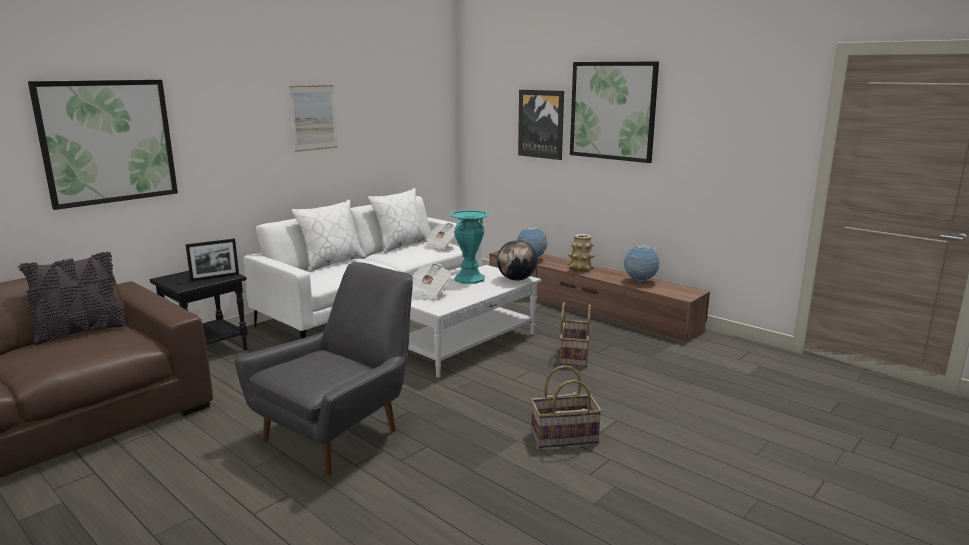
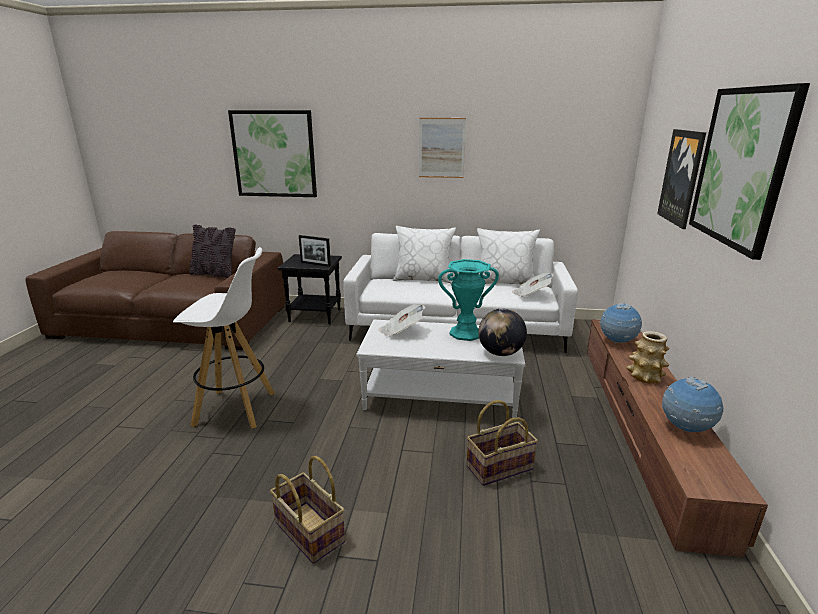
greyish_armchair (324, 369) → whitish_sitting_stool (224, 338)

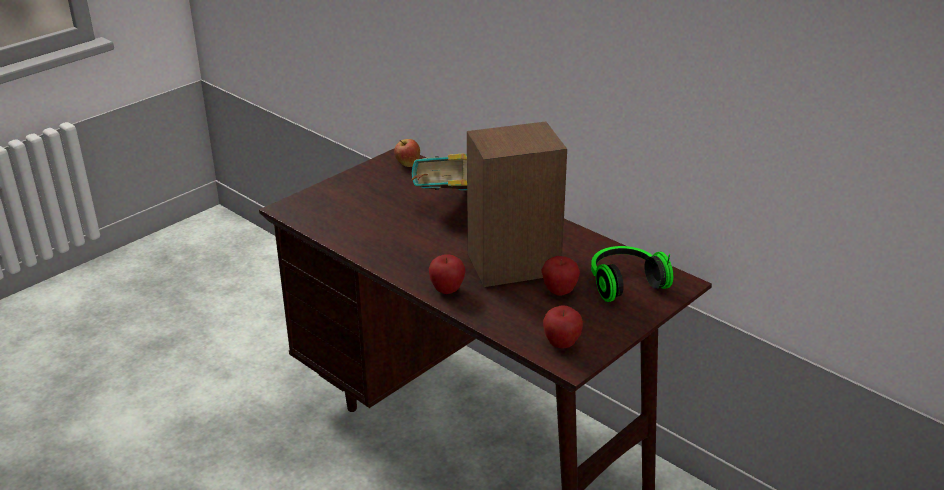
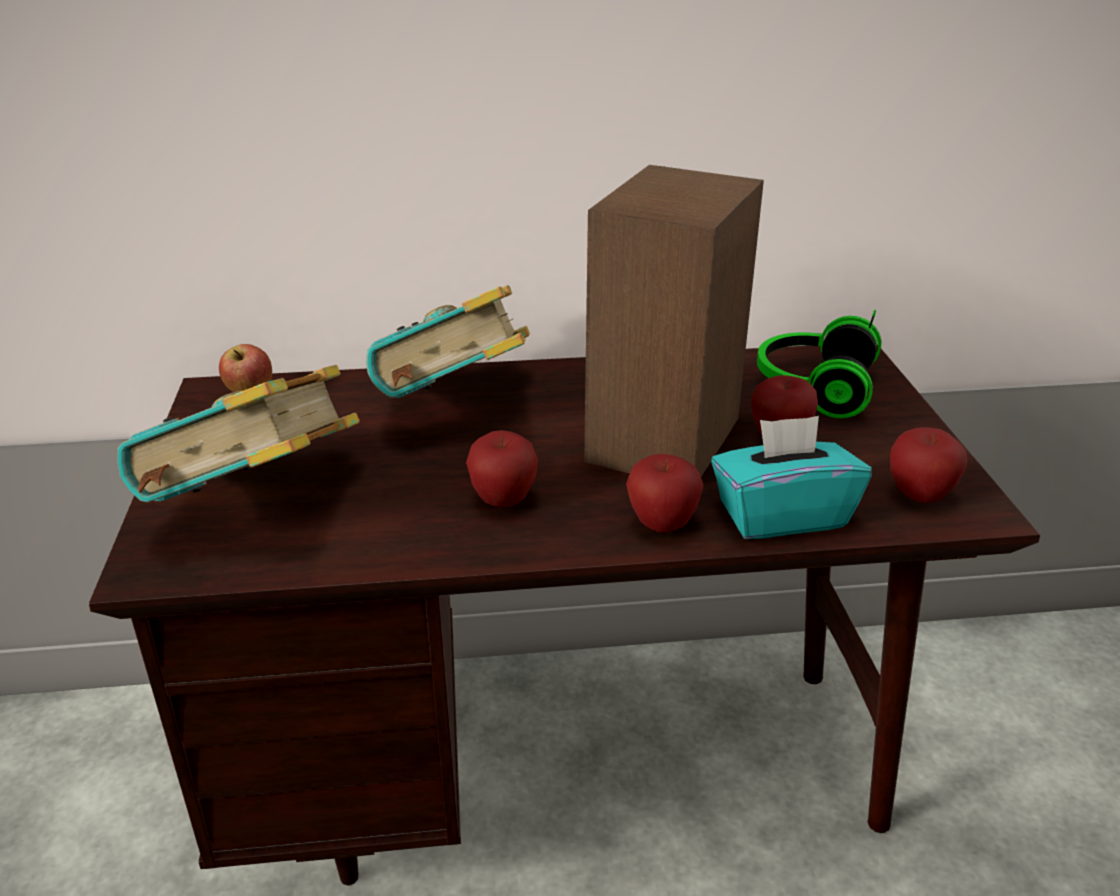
- → volume (238, 433)
- → apple_fruit (502, 468)
- → turquoise-coloured_tissue_box (791, 477)

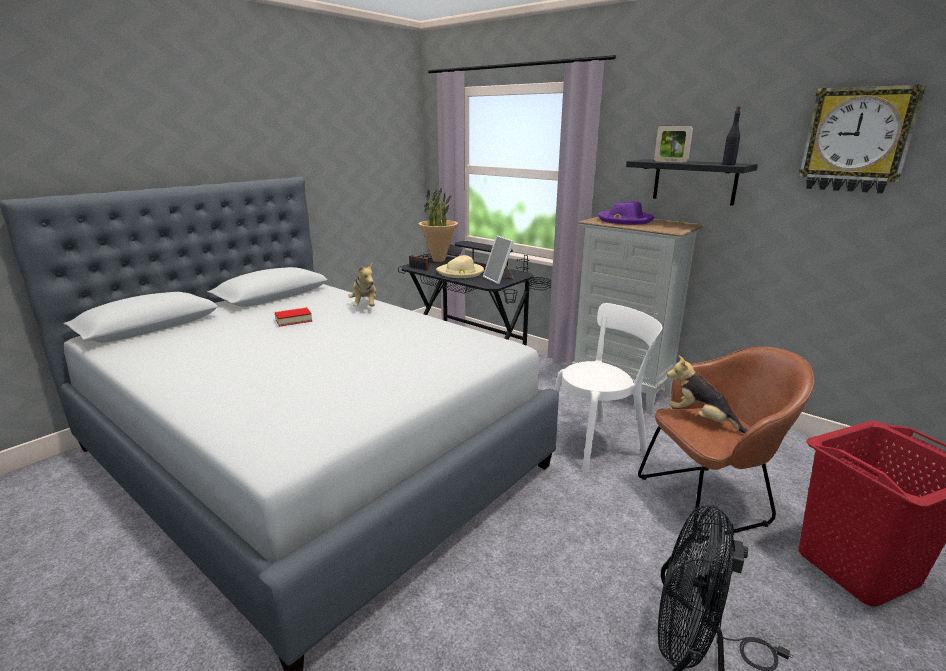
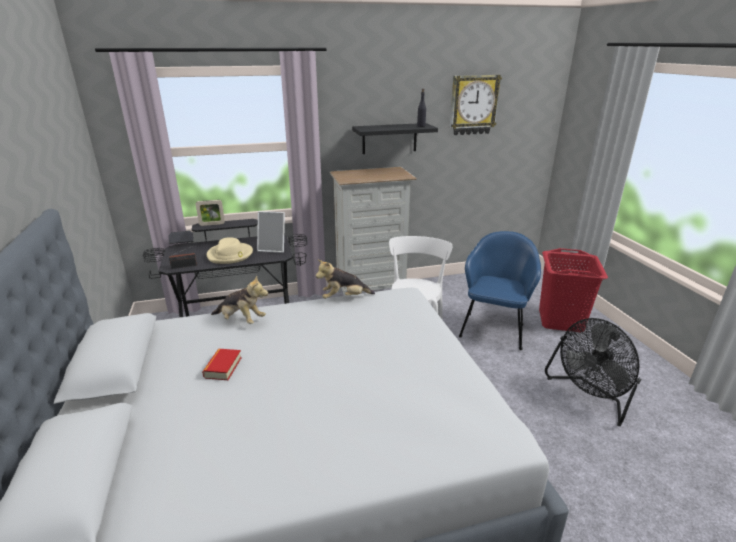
standing_frame (673, 144) → standing_frame (210, 213), shifted
soft_toy (707, 394) → soft_toy (345, 279), shifted
brown_armchair (726, 445) → blue_armchair (500, 290)
plant_in_a_pot (438, 224) → -
purplish_clothing_hat (626, 213) → -

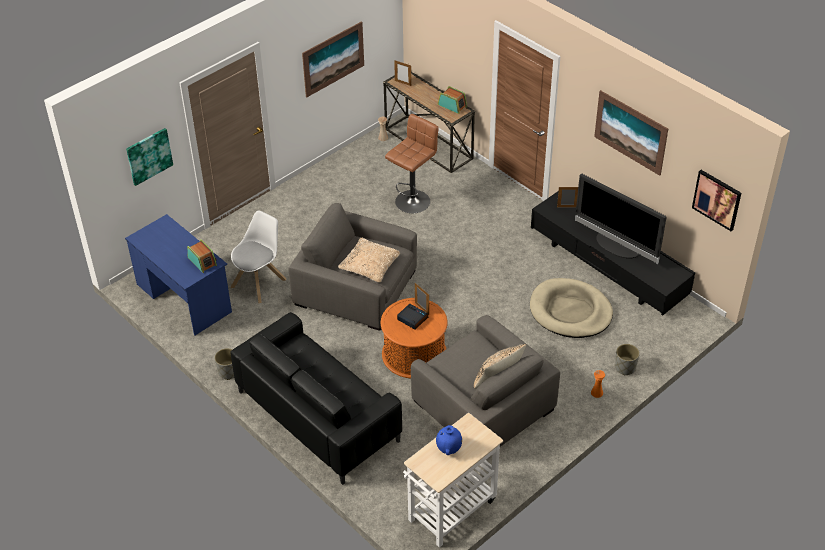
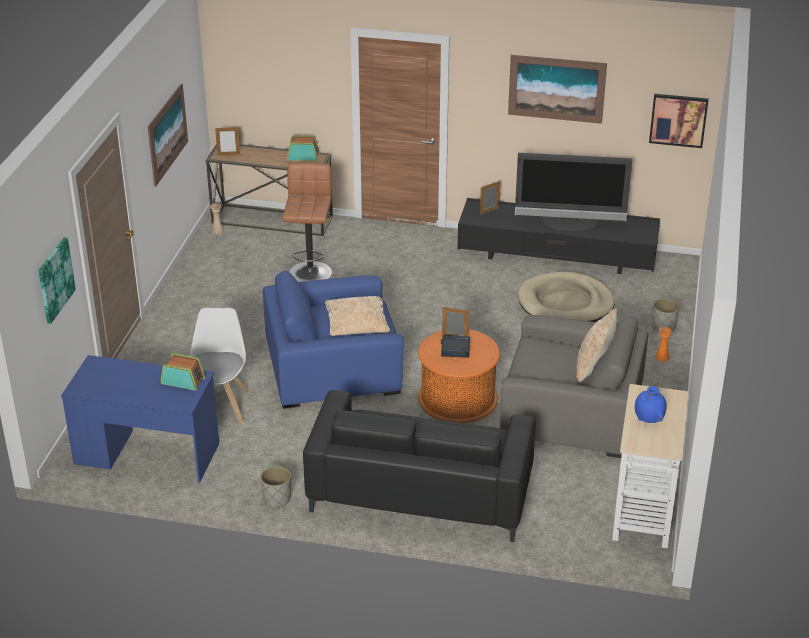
greyish_armchair (353, 267) → blue_armchair (333, 340)

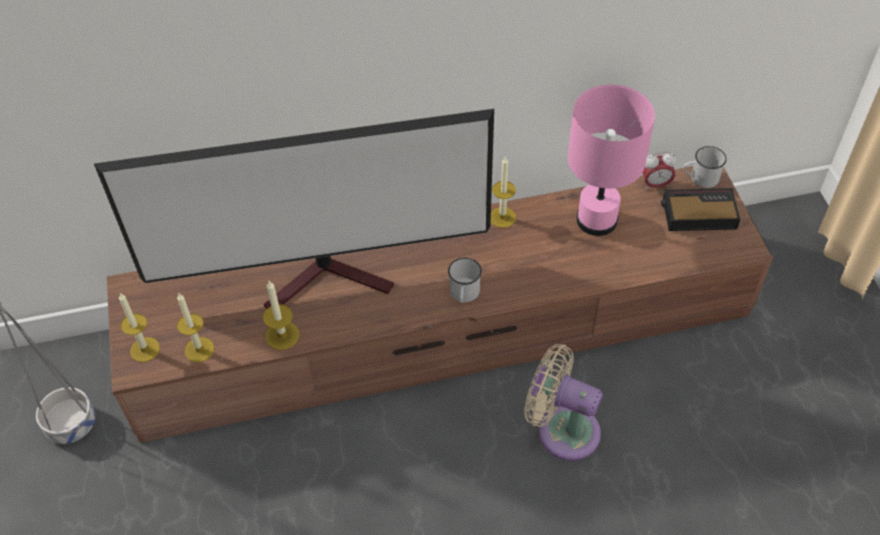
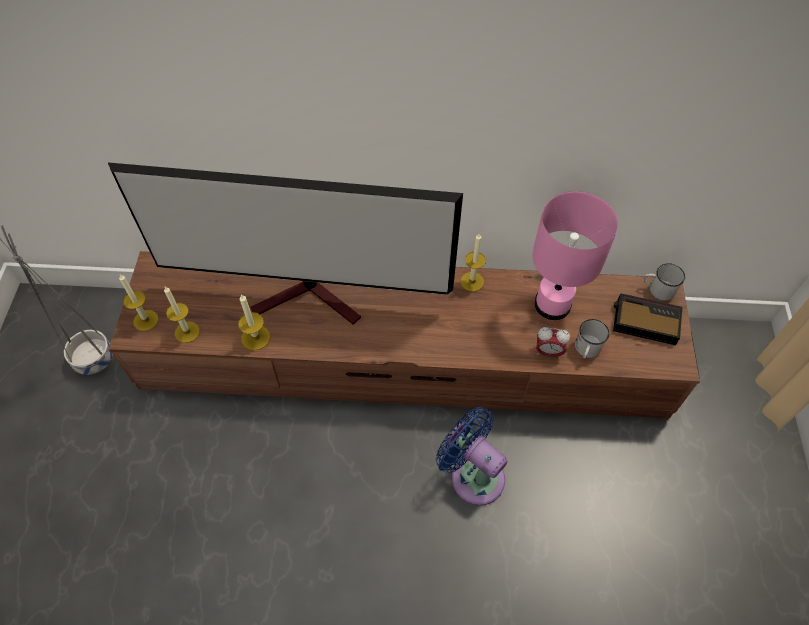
beige-coloured_electric_fan (563, 402) → blue_electric_fan (471, 456)
table_clock (660, 171) → table_clock (553, 342), shifted
whitish_coffee_mug (465, 280) → whitish_coffee_mug (592, 339), shifted

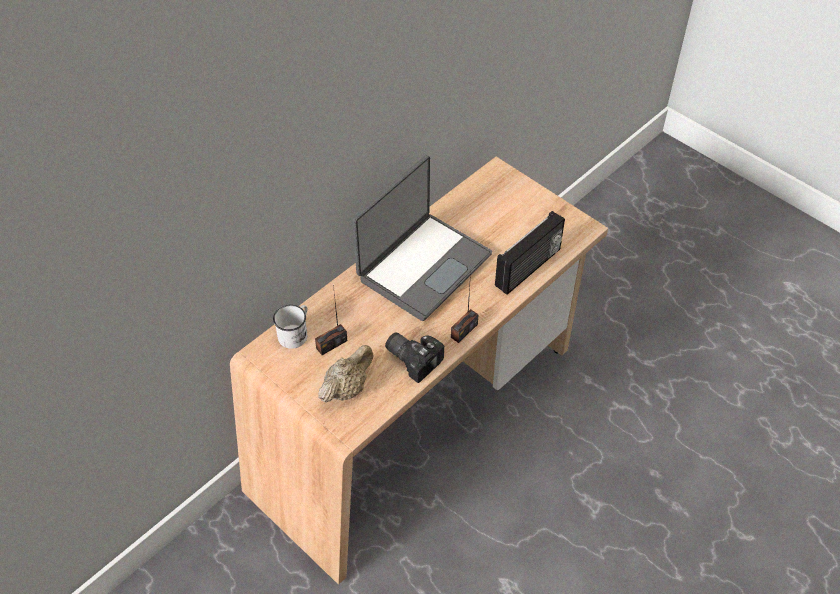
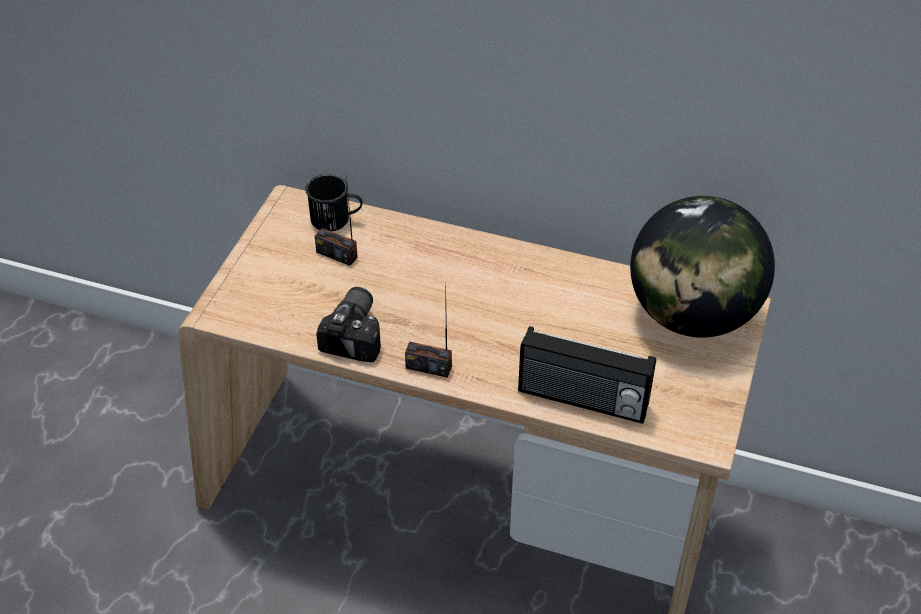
whitish_coffee_mug (290, 327) → blackish_coffee_mug (334, 202)
- → globe (702, 267)
beige-coloured_tea_pot (345, 374) → -
portable_computer (422, 238) → -

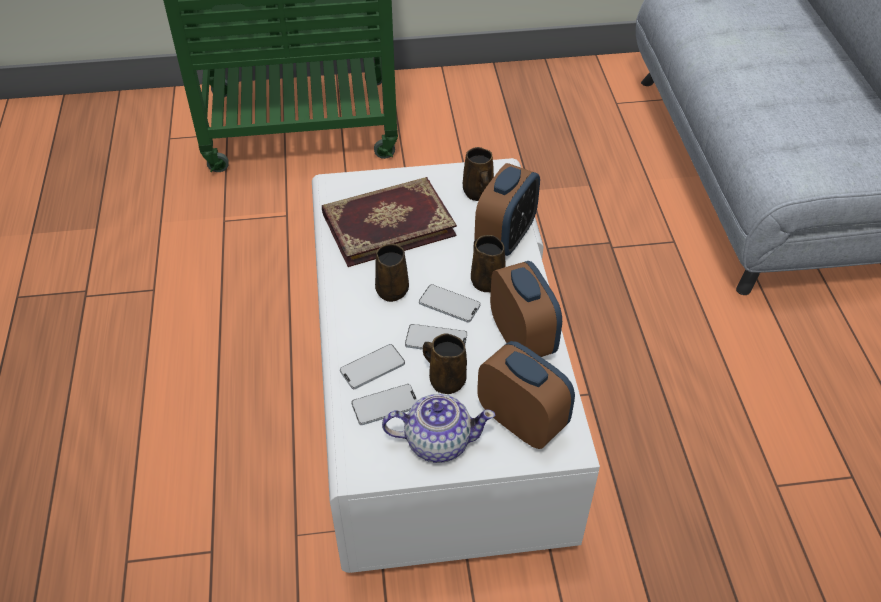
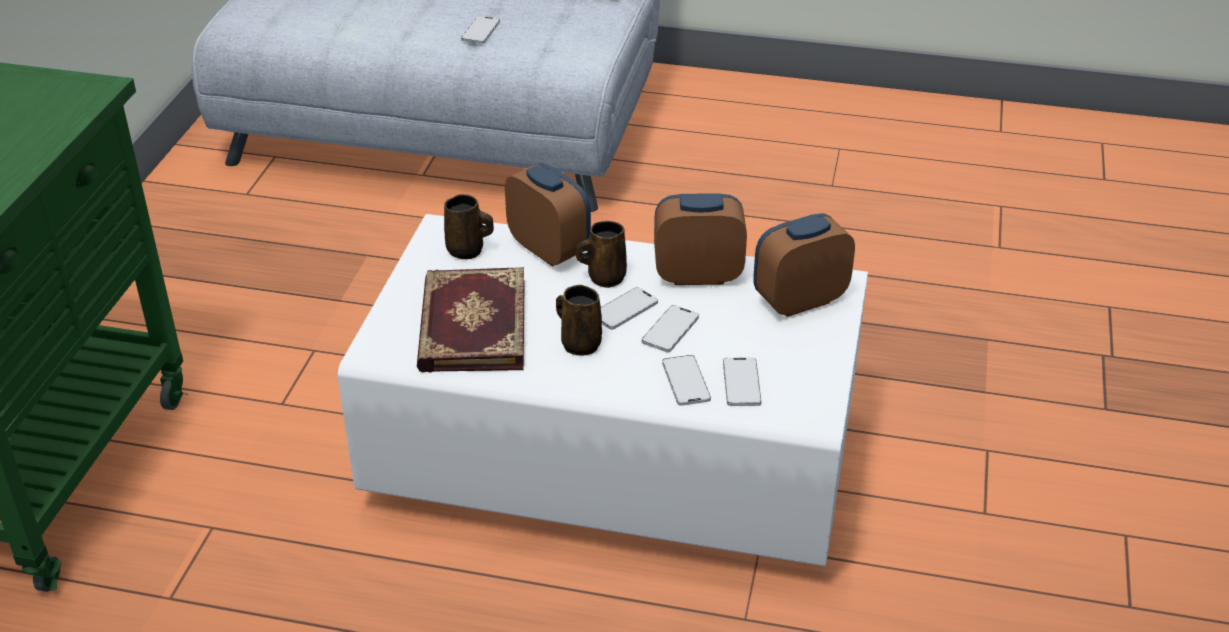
- → handset (480, 30)
tea_pot (438, 428) → -
brown_coffee_mug (445, 363) → -

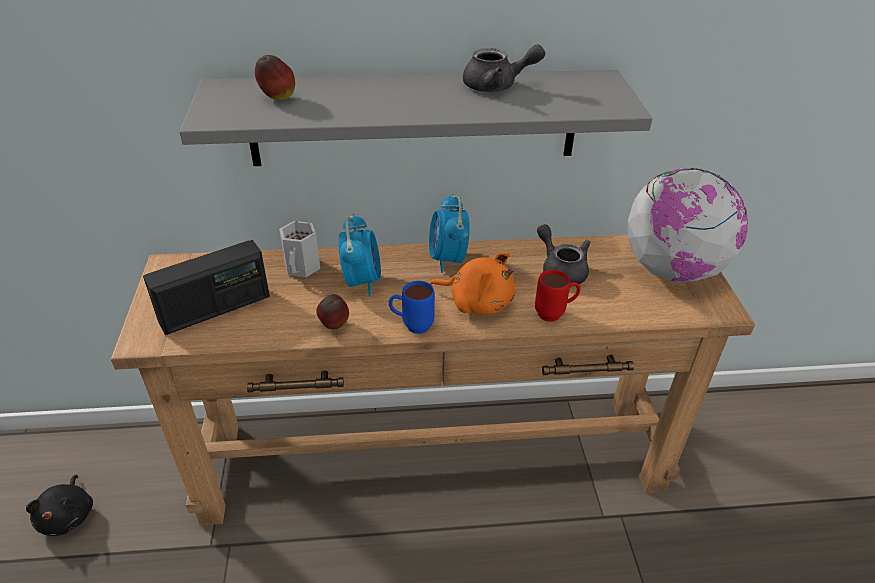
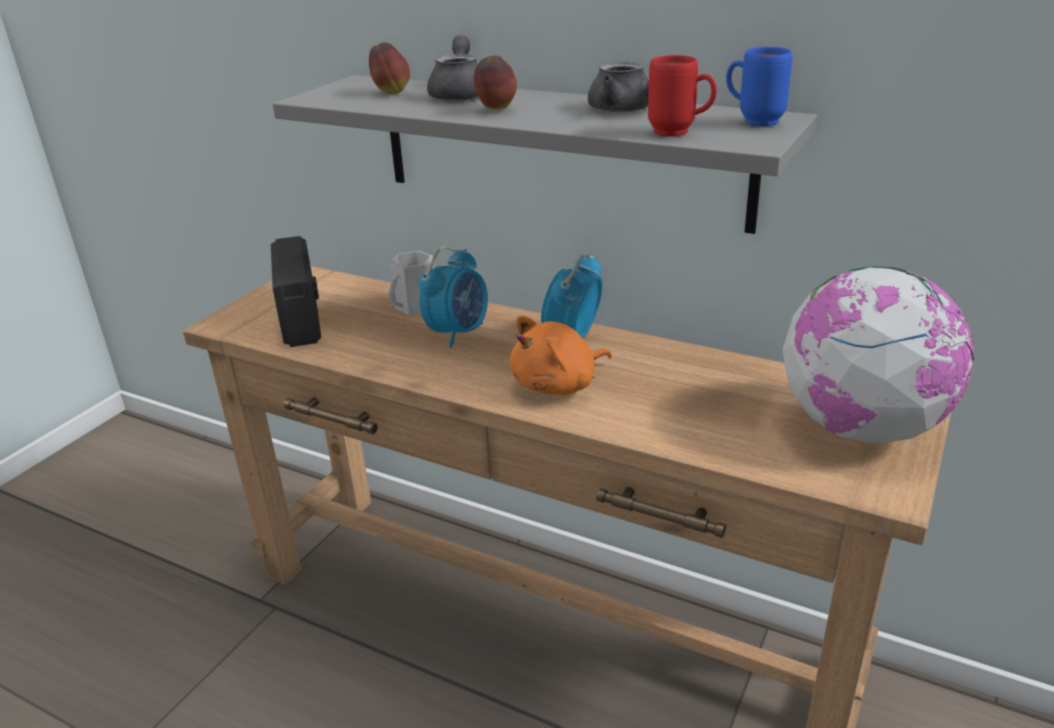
radio_receiver (206, 287) → radio_receiver (296, 291), 105 degrees counterclockwise
greyish_tea_pot (564, 254) → greyish_tea_pot (464, 68), shifted
apple_fruit (332, 311) → apple_fruit (495, 83), shifted
orangey_soft_toy (472, 283) → orangey_soft_toy (561, 355), 90 degrees clockwise
red_coffee_mug (557, 296) → red_coffee_mug (682, 95), shifted
blue_coffee_mug (412, 307) → blue_coffee_mug (759, 87), shifted
blackish_soft_toy (59, 505) → -

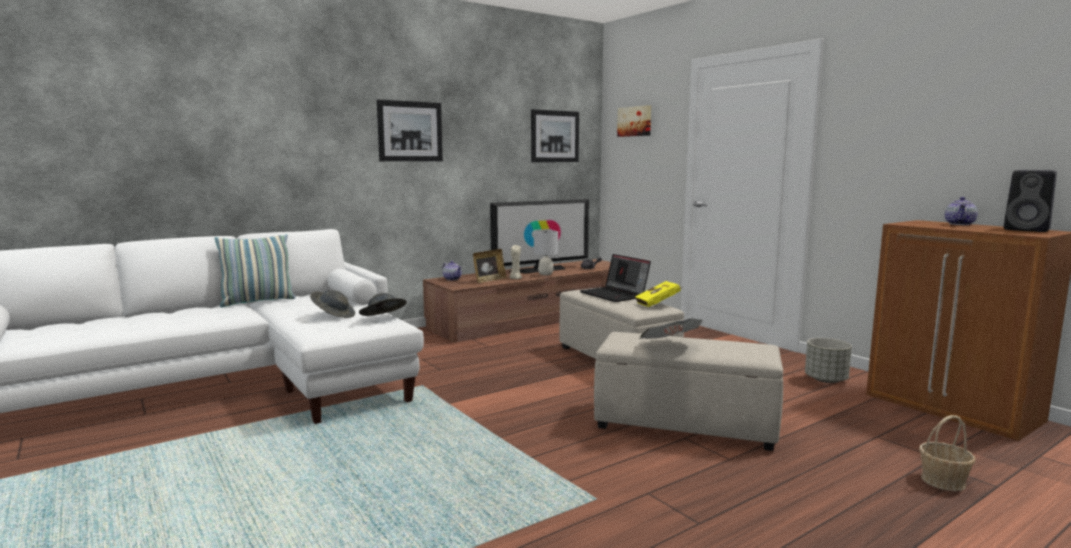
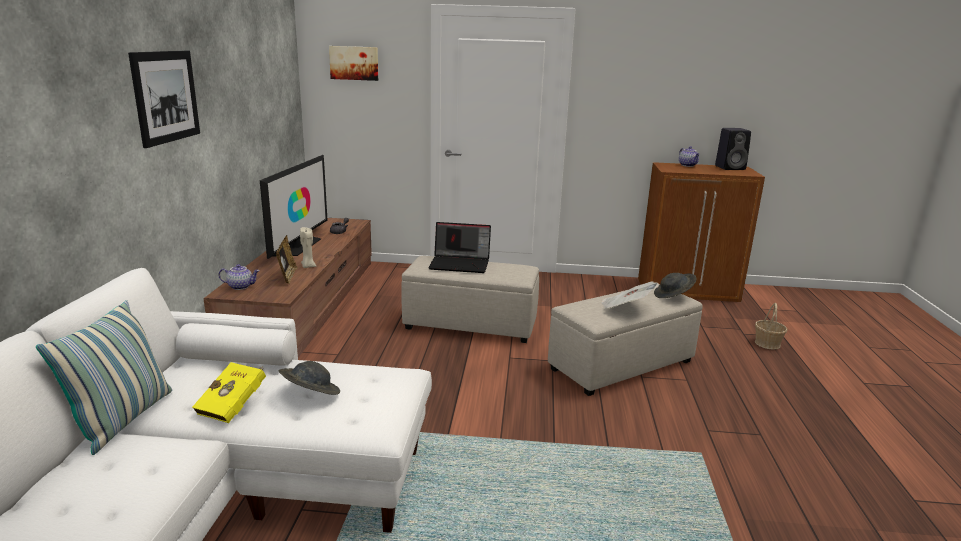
yellow-coloured_volume (658, 294) → yellow-coloured_volume (229, 392), shifted
greyish_clothing_hat (383, 304) → greyish_clothing_hat (675, 285), shifted
wall_art (555, 135) → -
greyish_lamp_for_a_table (546, 252) → -
greyish_flower_pot (828, 360) → -

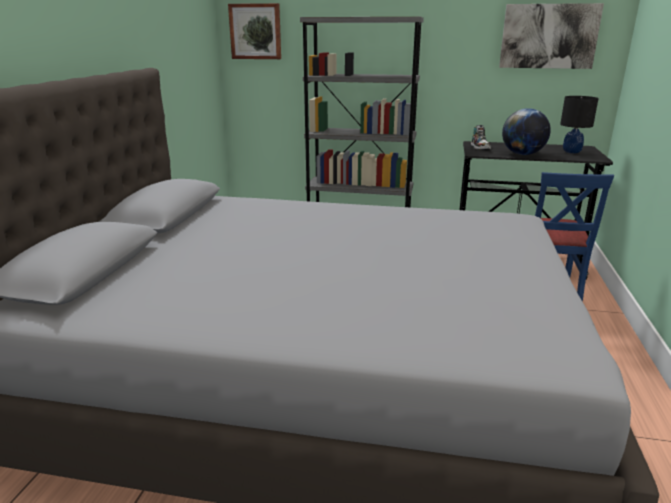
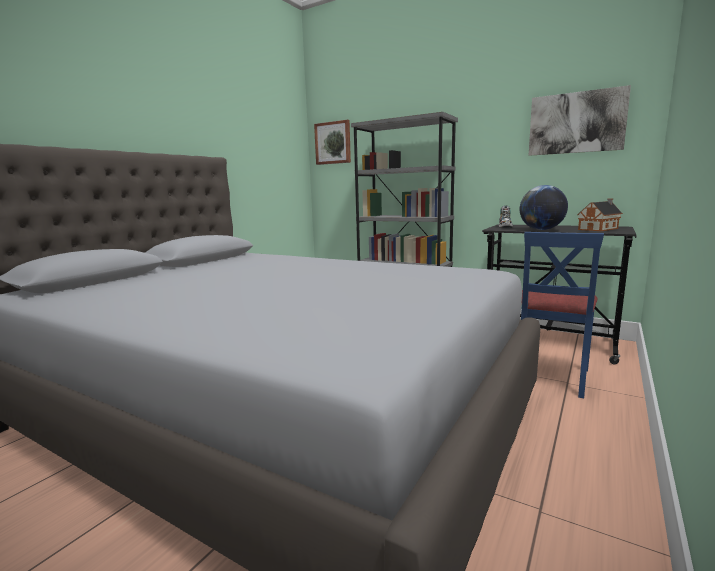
blackish_lamp_for_a_table (579, 124) → miniature_house (600, 214)

